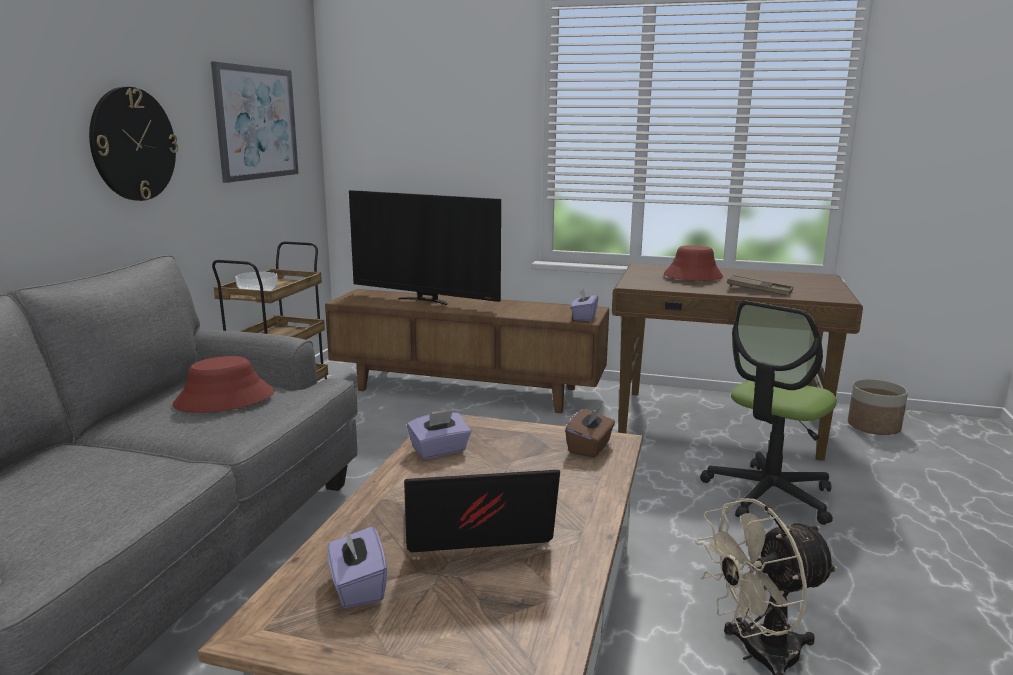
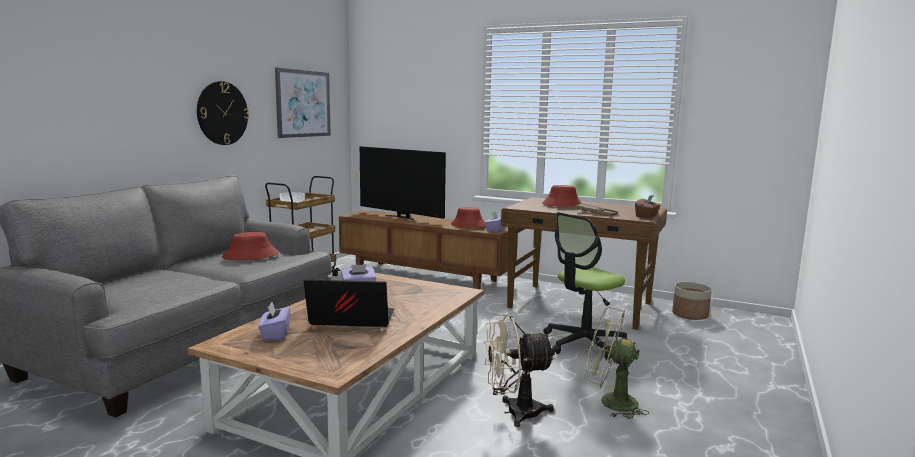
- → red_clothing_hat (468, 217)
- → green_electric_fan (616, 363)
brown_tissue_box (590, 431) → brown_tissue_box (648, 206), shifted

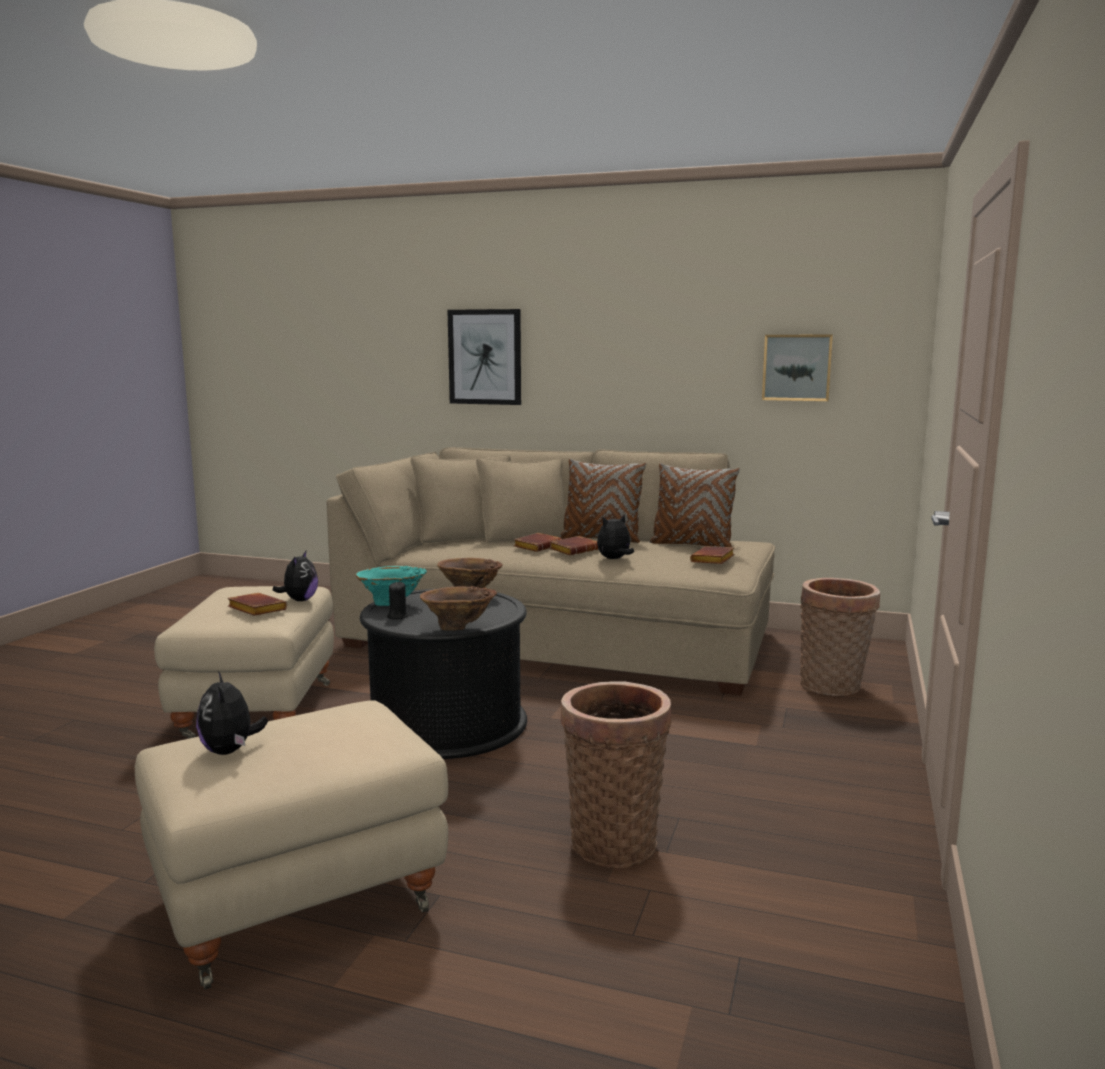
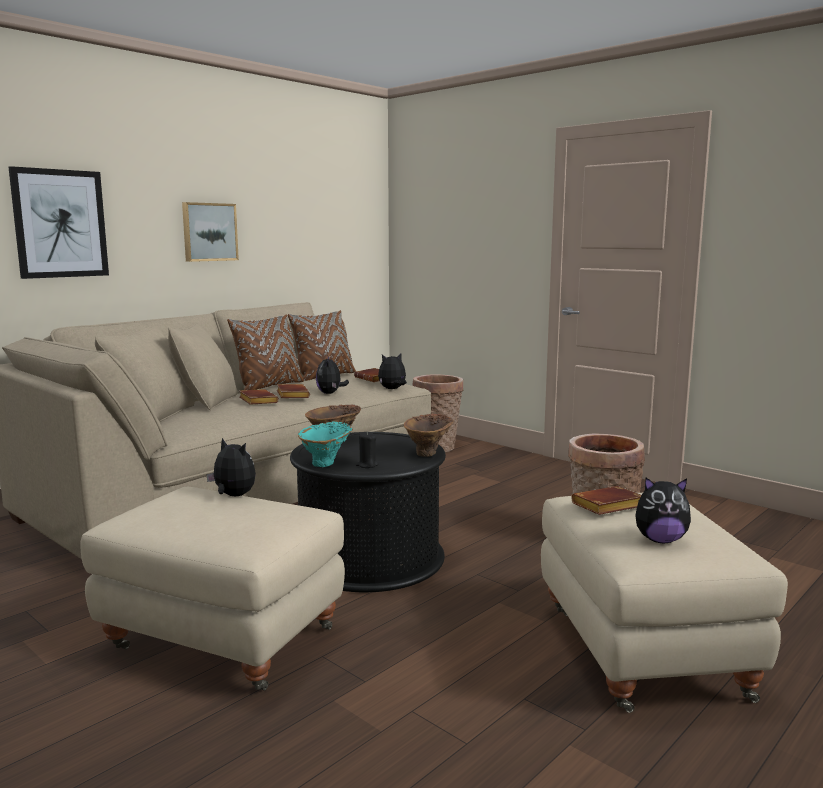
wall_art (797, 368) → wall_art (210, 232), shifted
- → soft_toy (392, 371)
brown_volume (257, 604) → brown_volume (606, 500), shifted

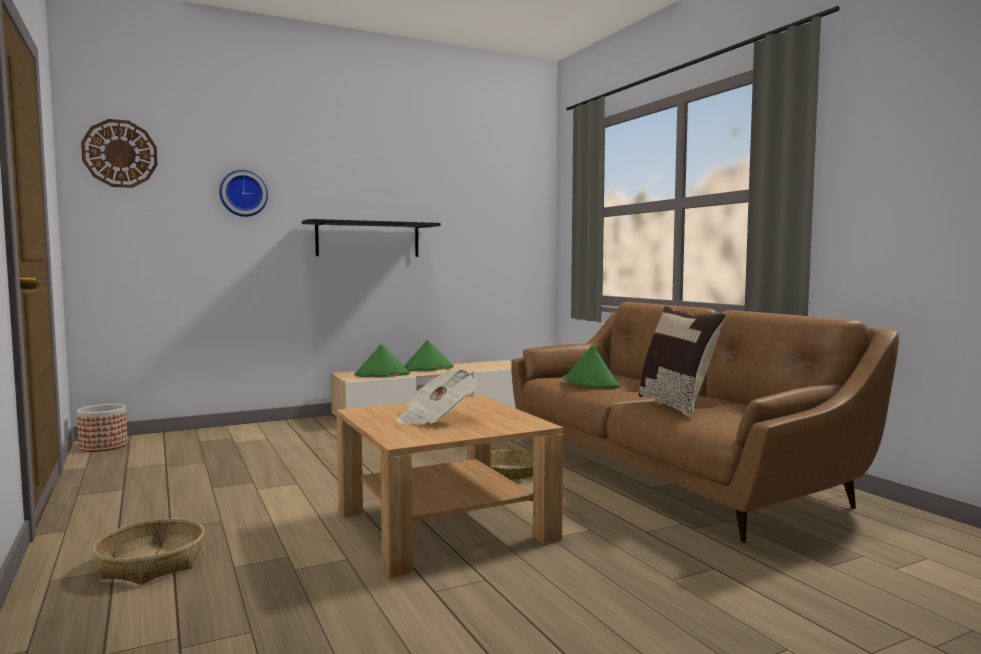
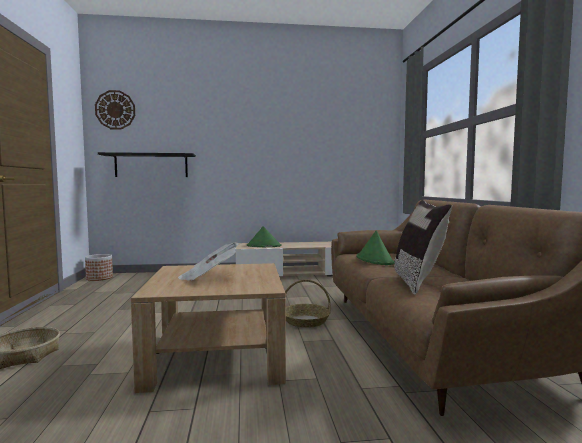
blackish_wall_shelf (371, 238) → blackish_wall_shelf (147, 164), shifted
hanging_clock (243, 193) → -
green_clothing_hat (429, 355) → -

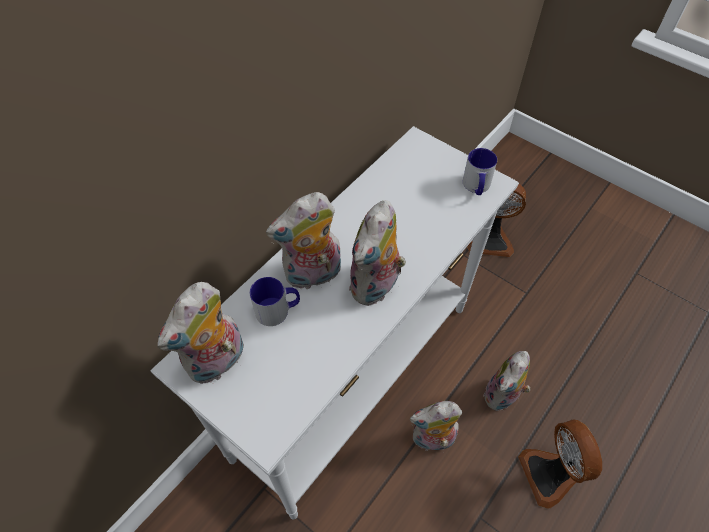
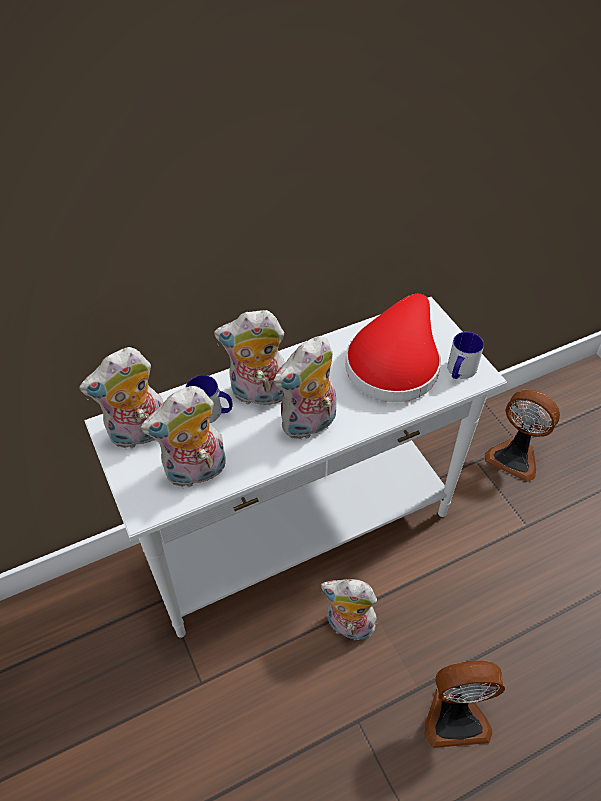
soft_toy (506, 381) → soft_toy (183, 436), shifted
- → red_clothing_hat (393, 348)
electric_fan (560, 464) → electric_fan (464, 704), 105 degrees counterclockwise

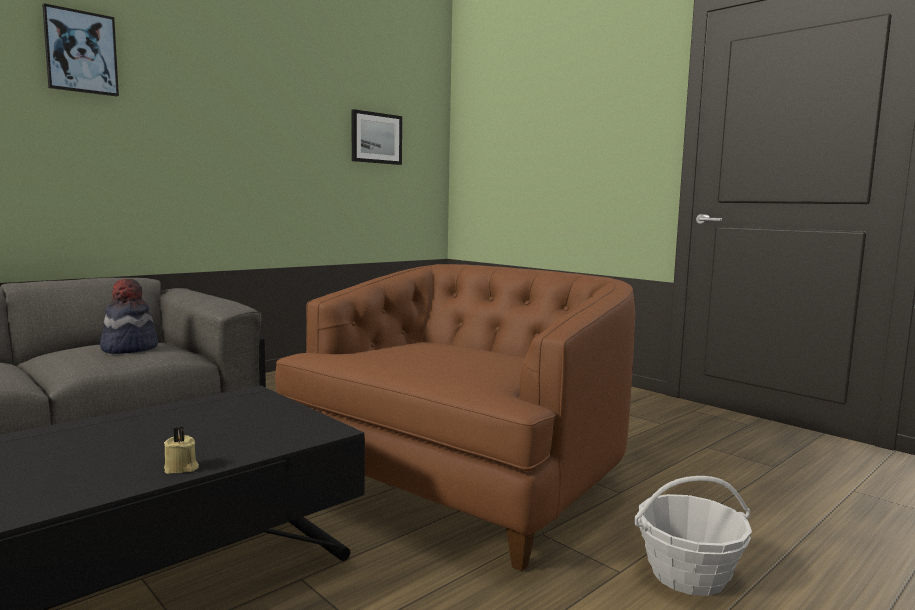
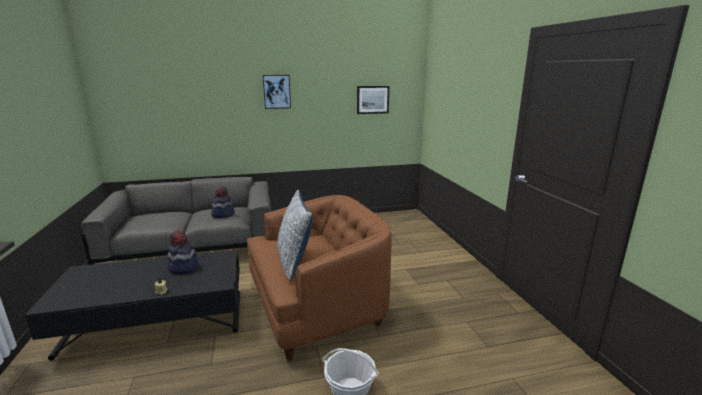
- → clothing_hat (183, 252)
wall_art (80, 49) → wall_art (277, 92), shifted
- → pillow (295, 235)

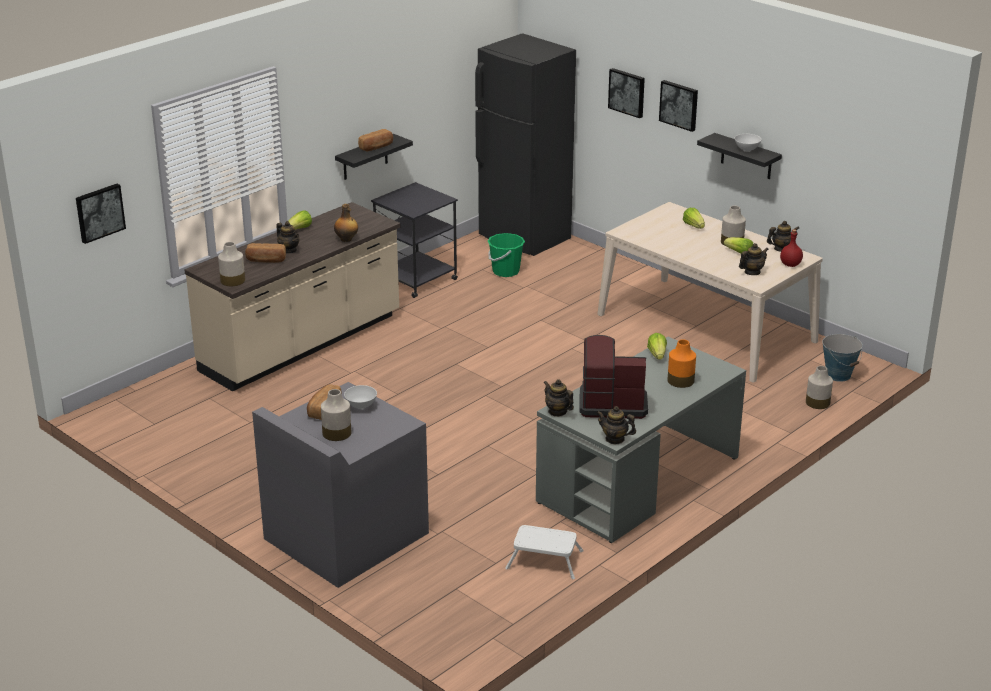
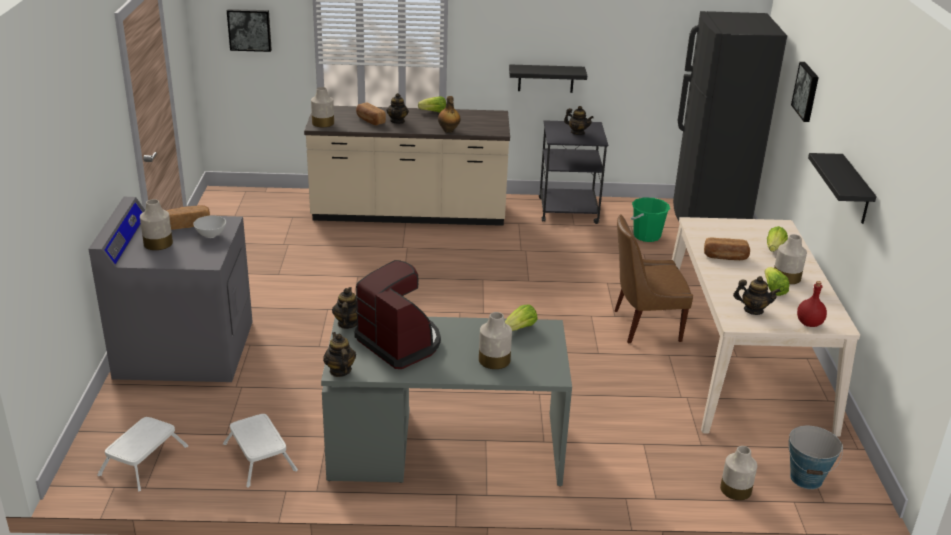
- → whitish_step_stool (142, 454)
orangey_vase (681, 363) → beige-coloured_vase (495, 340)
tea_pot (783, 236) → tea_pot (579, 120), shifted
- → brown_chair (653, 278)
bakery_bread (375, 140) → bakery_bread (727, 249), shifted
wall_art (678, 106) → -
whitish_serving_bowl (748, 143) → -

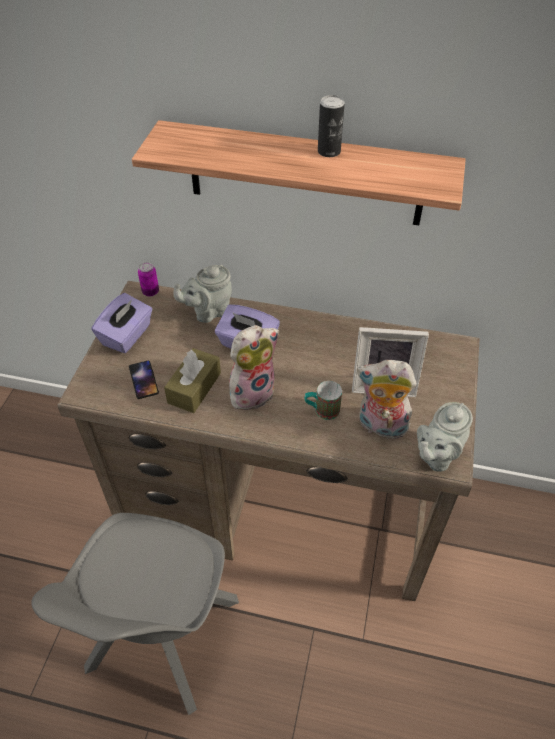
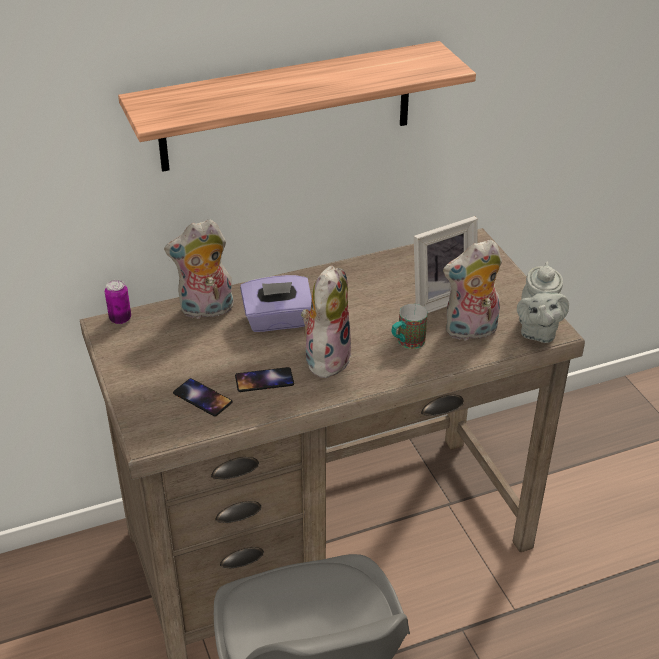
greyish_tea_pot (202, 294) → soft_toy (199, 269)
brown_tissue_box (192, 380) → handset (264, 379)
purplish_tissue_box (122, 323) → -
metal_can (331, 126) → -

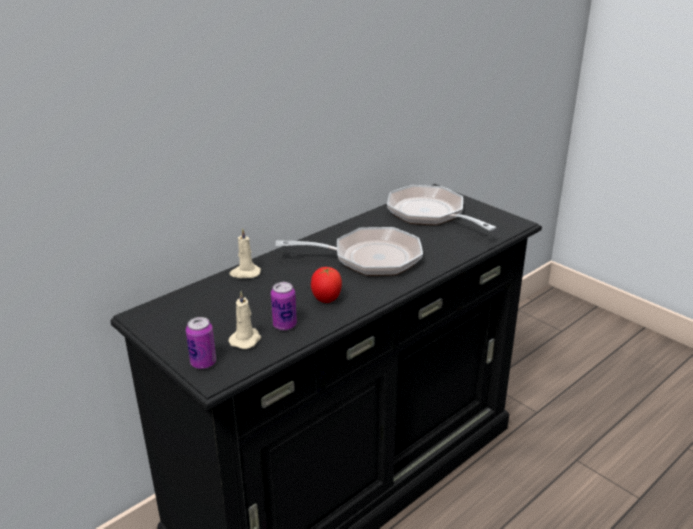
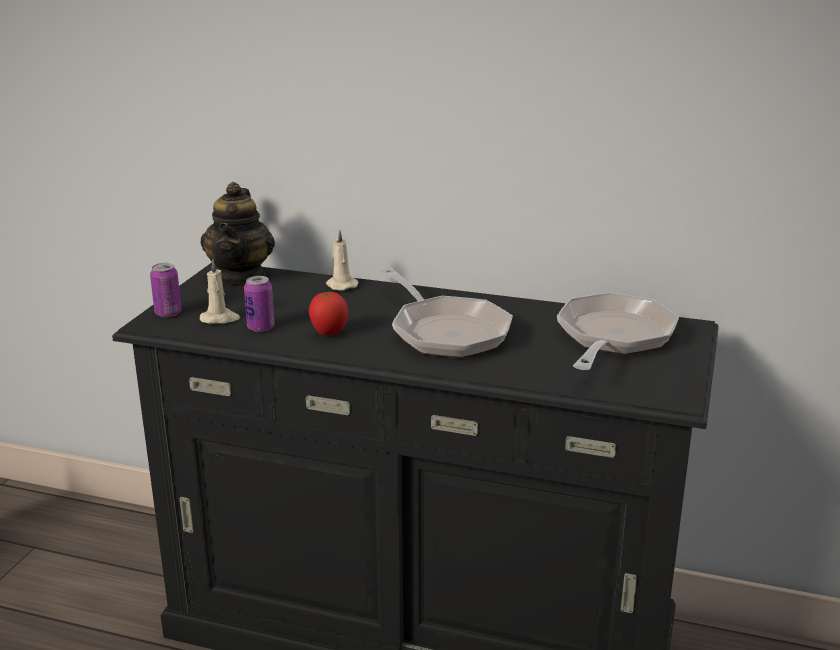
- → tea_pot (238, 233)

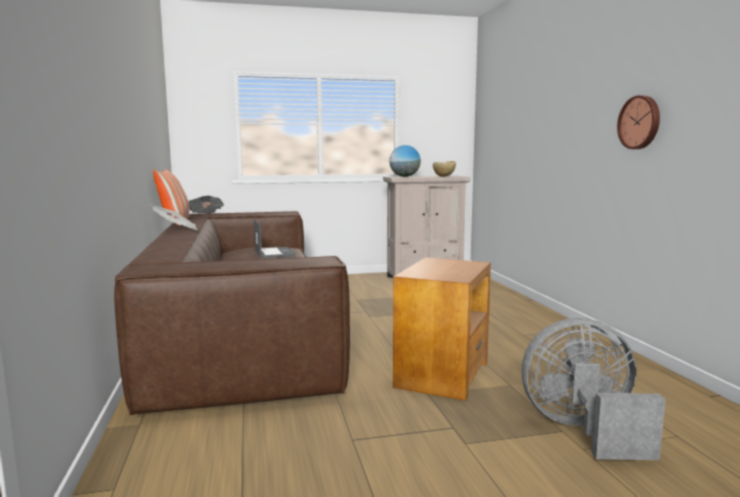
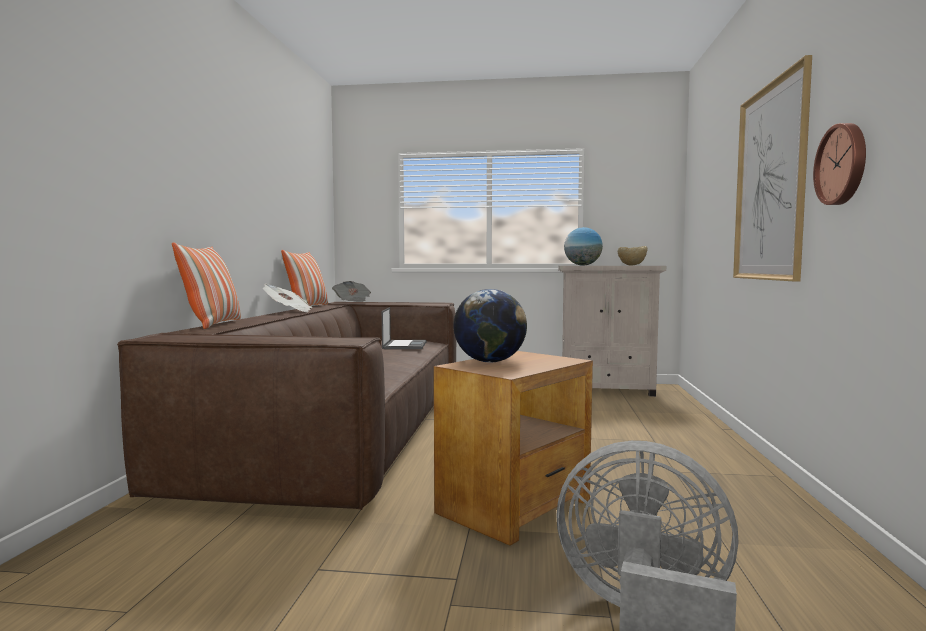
- → pillow (206, 285)
- → globe (490, 325)
- → wall_art (772, 168)

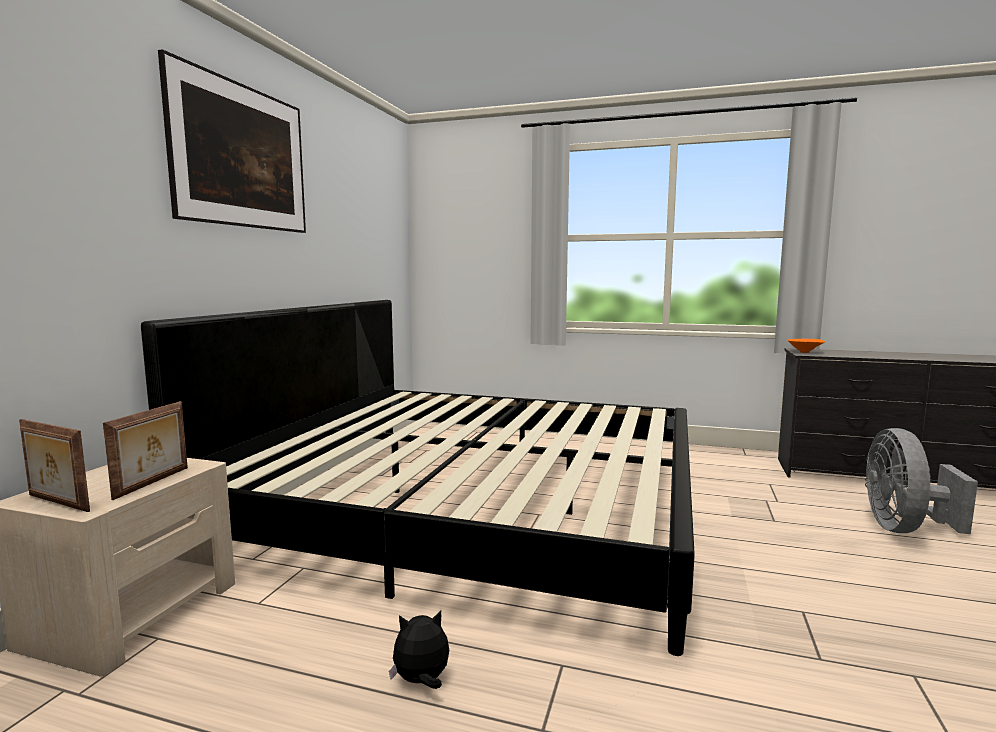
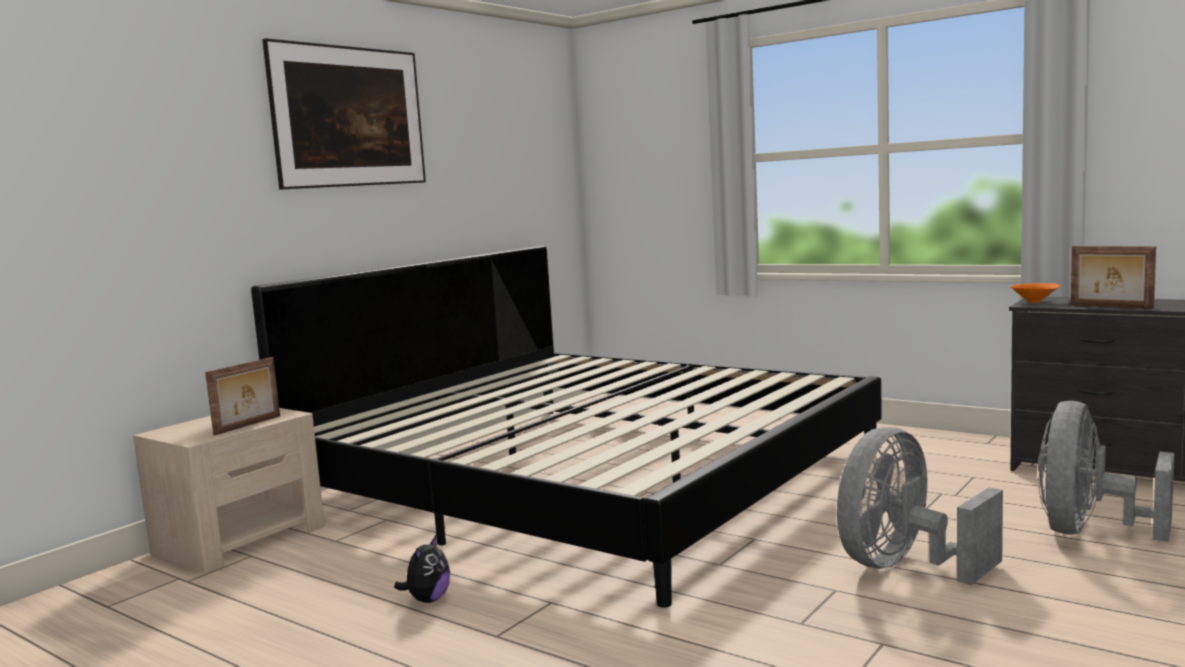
soft_toy (419, 649) → soft_toy (422, 569), 105 degrees clockwise
- → greyish_electric_fan (920, 506)
standing_frame (54, 465) → standing_frame (1113, 277), shifted

